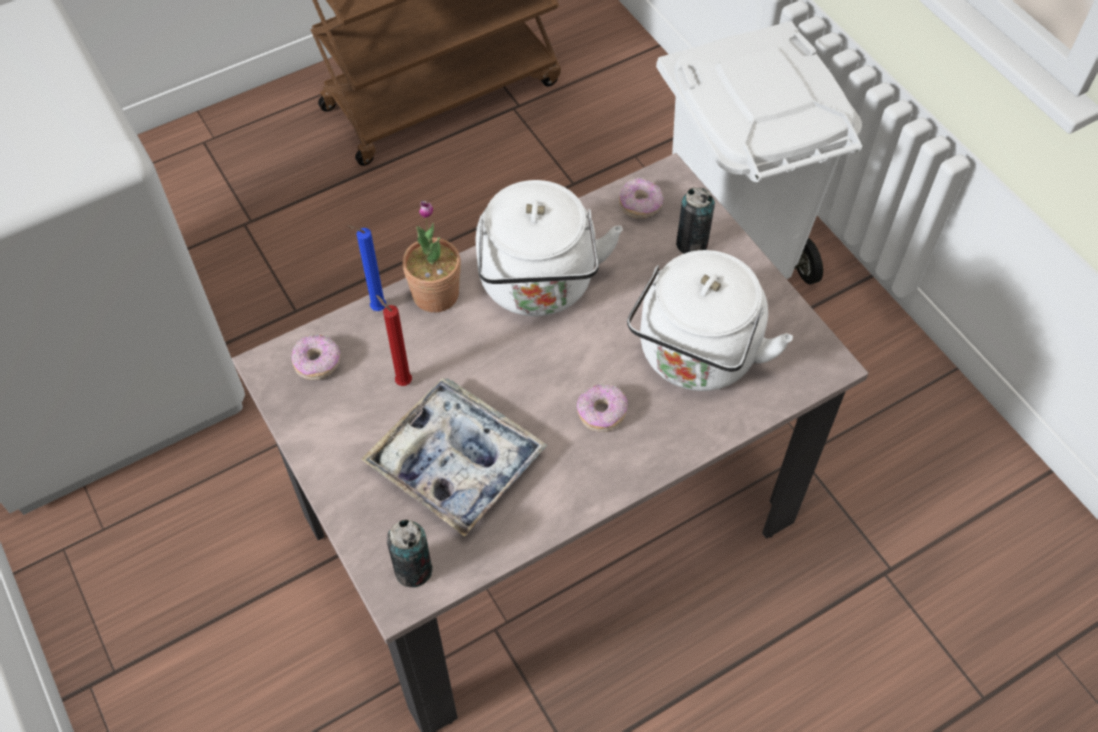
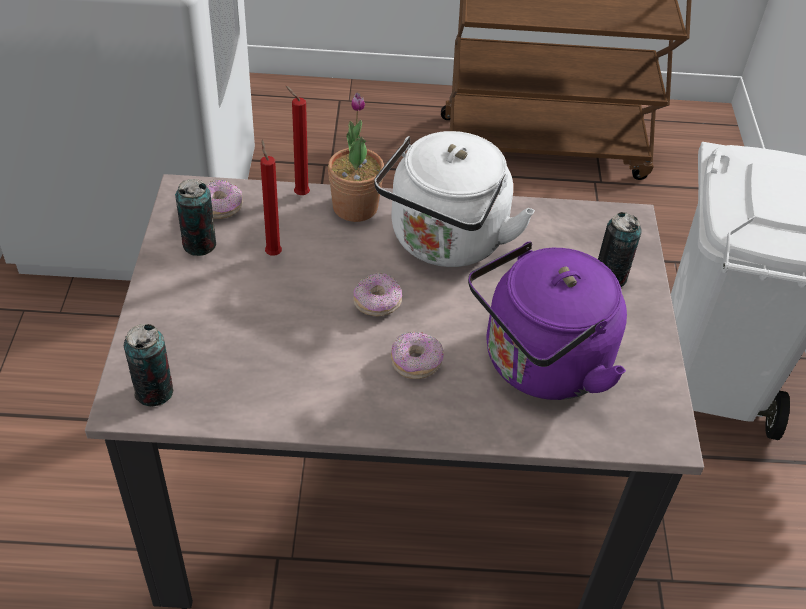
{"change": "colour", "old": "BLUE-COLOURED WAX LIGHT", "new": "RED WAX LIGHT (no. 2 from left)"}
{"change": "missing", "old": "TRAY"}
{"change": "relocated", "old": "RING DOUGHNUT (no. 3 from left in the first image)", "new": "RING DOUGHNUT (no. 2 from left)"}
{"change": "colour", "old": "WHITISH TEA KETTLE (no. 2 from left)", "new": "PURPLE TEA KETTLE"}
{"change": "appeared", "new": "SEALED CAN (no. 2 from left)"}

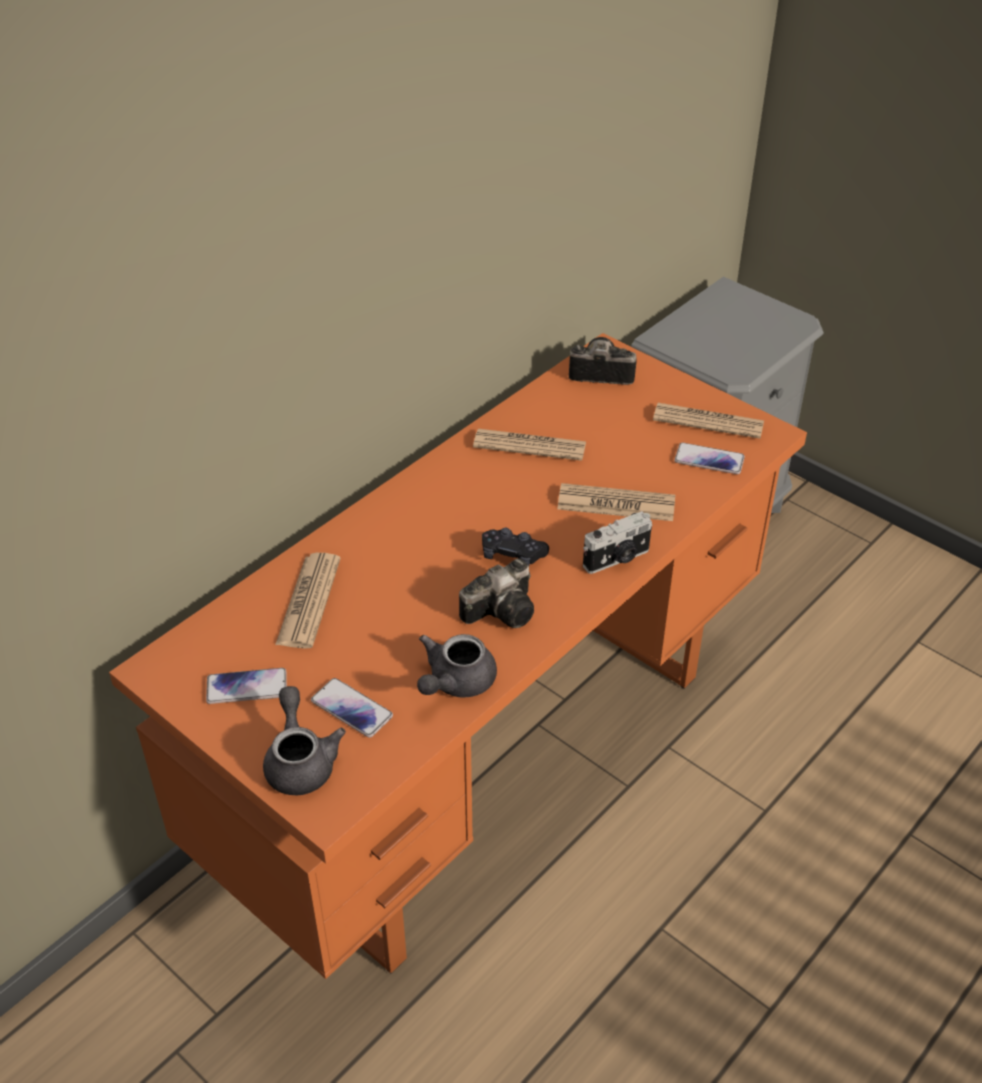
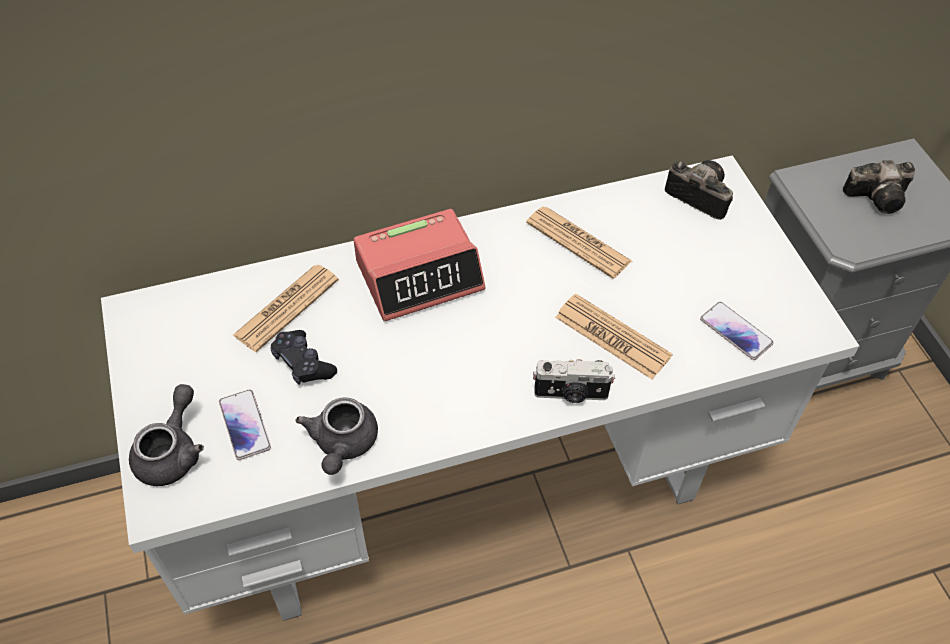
{"change": "colour", "old": "ORANGEY DESK UNIT", "new": "WHITISH DESK UNIT"}
{"change": "missing", "old": "PHONE (no. 1 from left)"}
{"change": "spun", "old": "GRAY TEAPOT (no. 2 from left)", "degrees": -60}
{"change": "relocated", "old": "PHOTO CAMERA (no. 1 from left in the first image)", "new": "PHOTO CAMERA (no. 3 from left)"}
{"change": "relocated", "old": "BLACK GAMEPAD"}
{"change": "missing", "old": "PRINTED PAPER (no. 4 from left)"}
{"change": "appeared", "new": "TABLE CLOCK"}

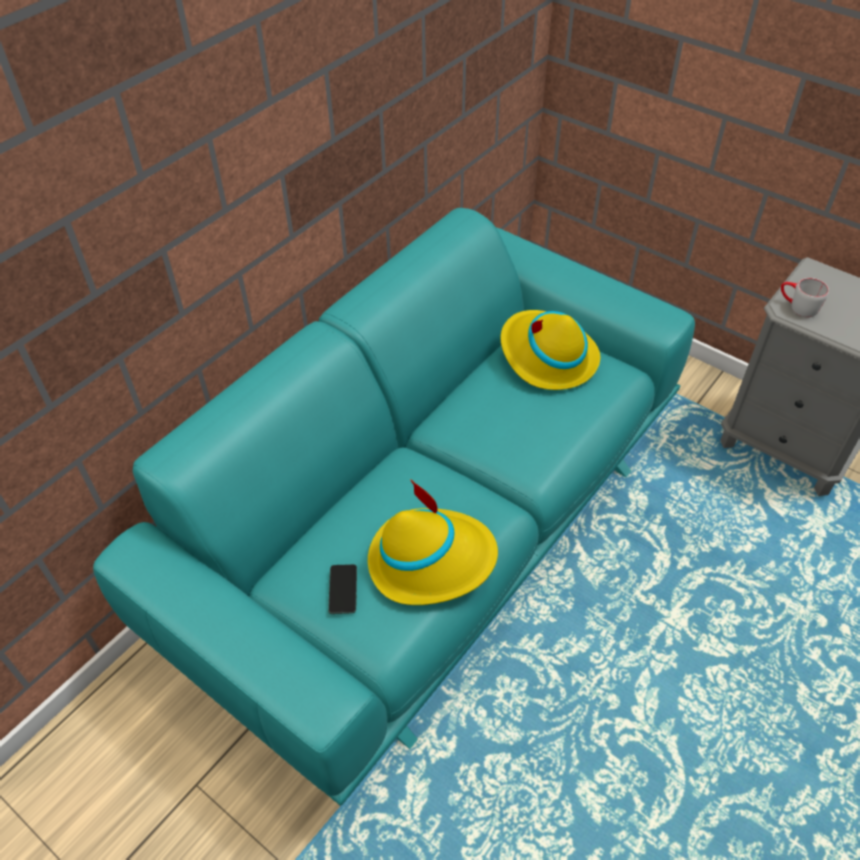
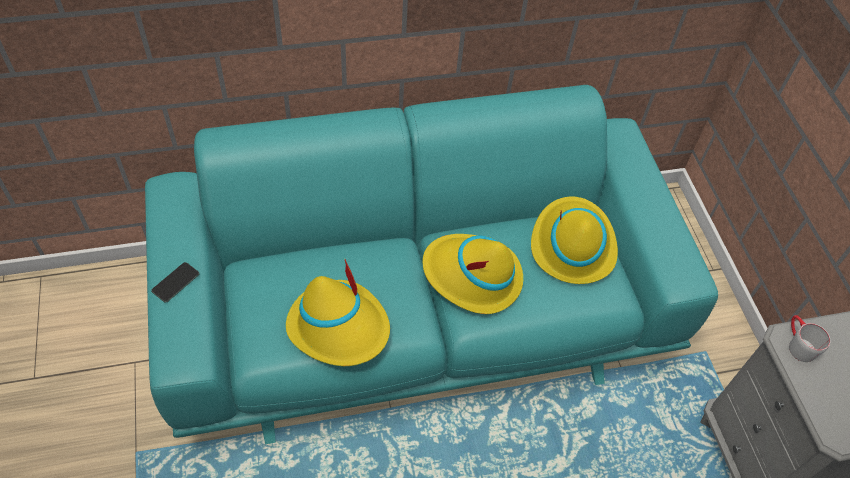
{"change": "relocated", "old": "PHONE"}
{"change": "appeared", "new": "YELLOW-COLOURED CLOTHING HAT (no. 2 from left)"}

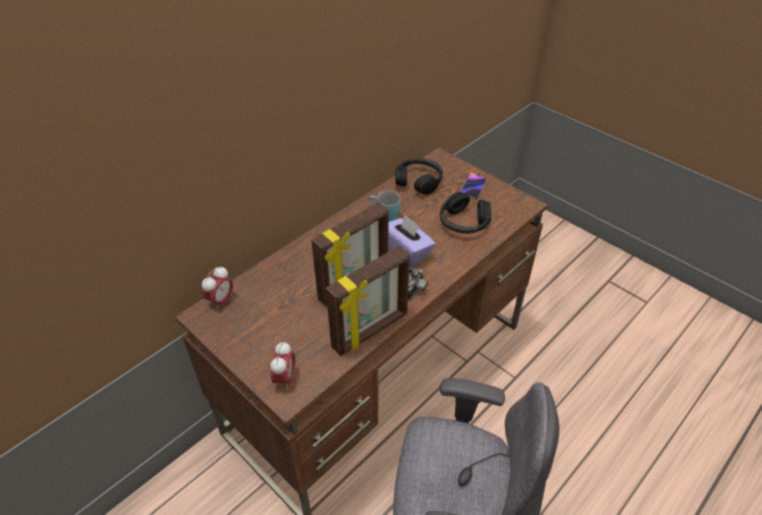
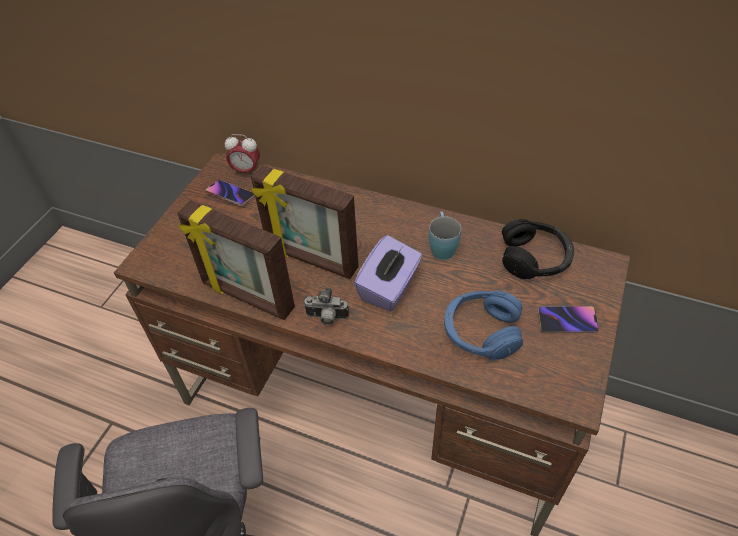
{"change": "missing", "old": "TABLE CLOCK (no. 2 from left)"}
{"change": "colour", "old": "BLACK PAIR OF HEADPHONES (no. 2 from left)", "new": "BLUE-COLOURED PAIR OF HEADPHONES"}
{"change": "appeared", "new": "PHONE (no. 1 from left)"}

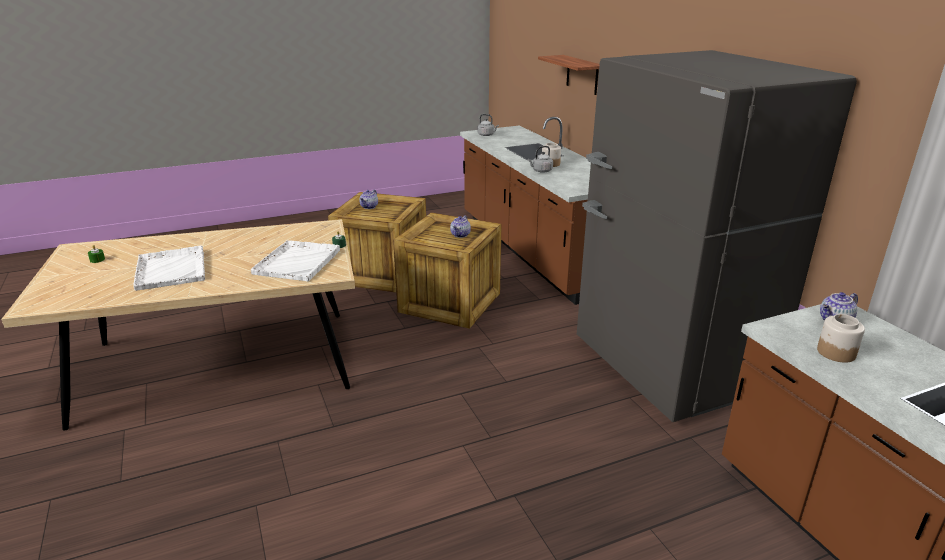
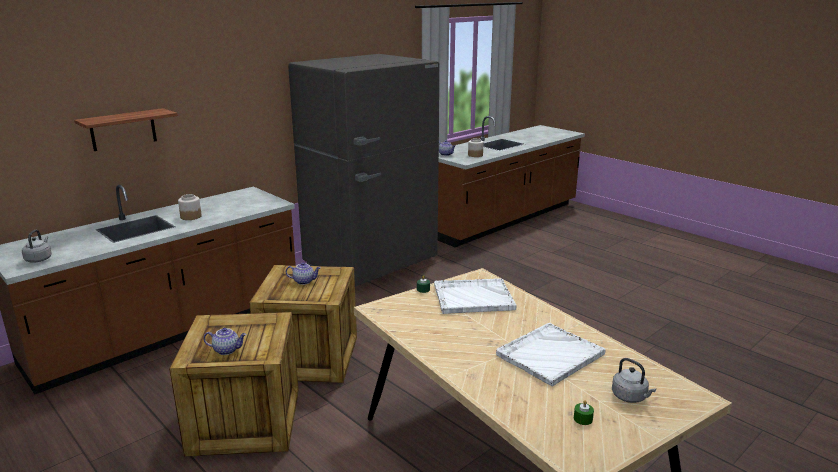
{"change": "relocated", "old": "GRAY TEA KETTLE (no. 2 from left)"}

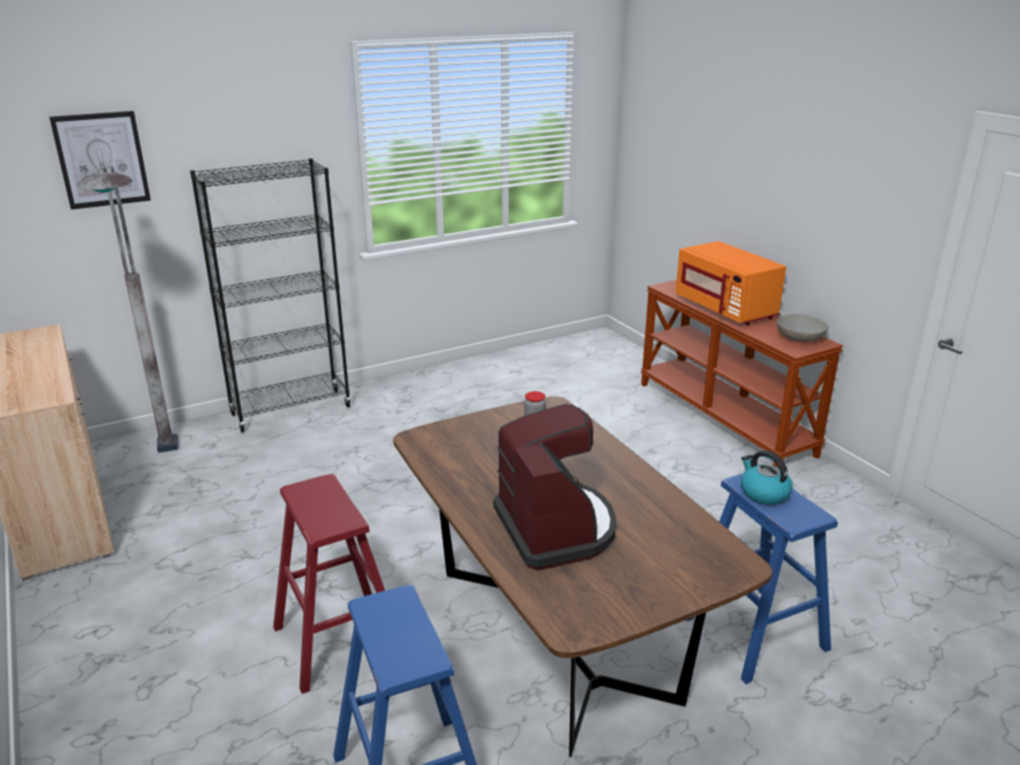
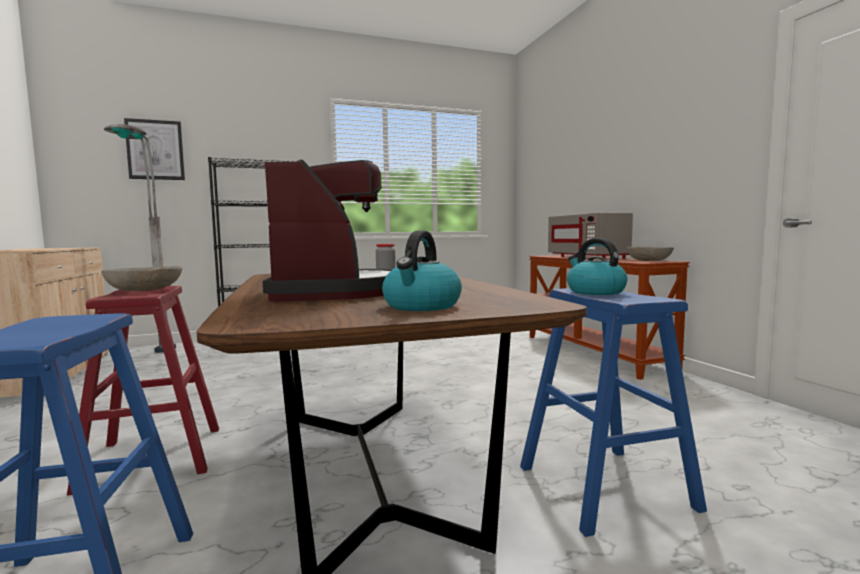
{"change": "colour", "old": "ORANGEY MICROWAVE", "new": "GRAY MICROWAVE"}
{"change": "appeared", "new": "GRAY DEEP DISH (no. 1 from left)"}
{"change": "appeared", "new": "TEA KETTLE (no. 1 from left)"}

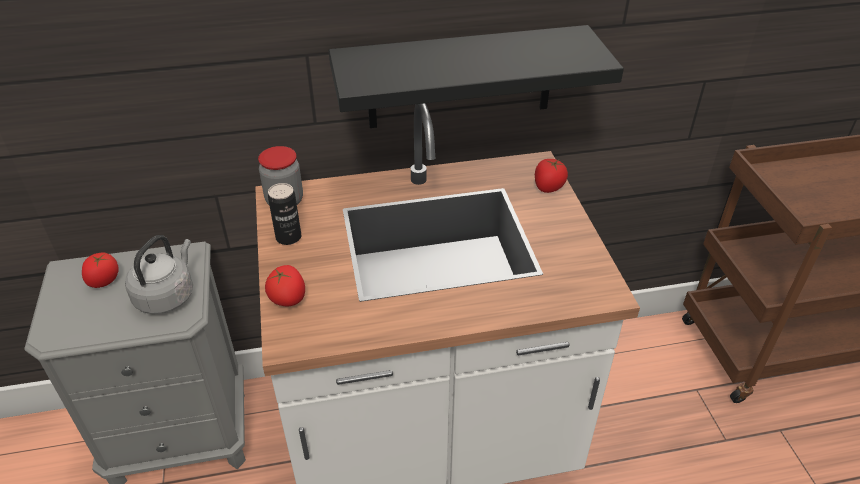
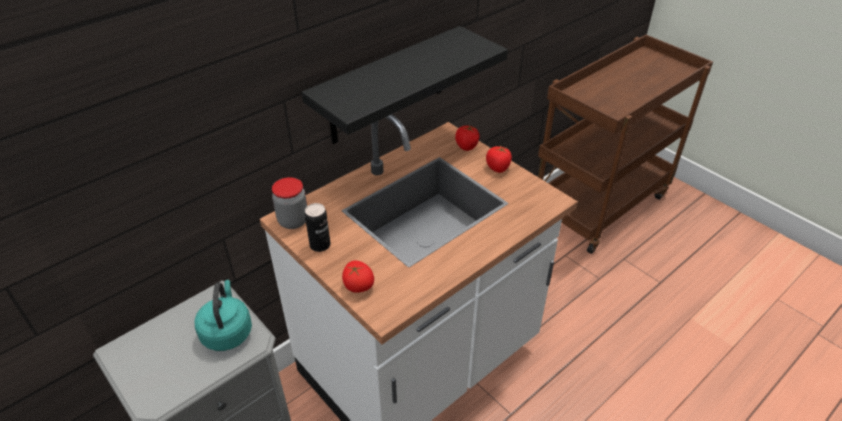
{"change": "relocated", "old": "WHOLE TOMATO (no. 1 from left in the first image)", "new": "WHOLE TOMATO (no. 3 from left)"}
{"change": "colour", "old": "GRAY TEA KETTLE", "new": "TURQUOISE TEA KETTLE"}

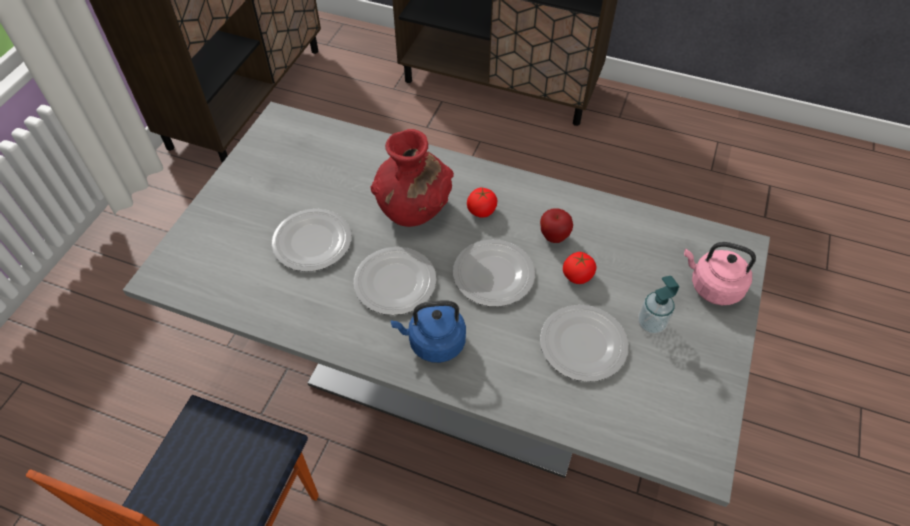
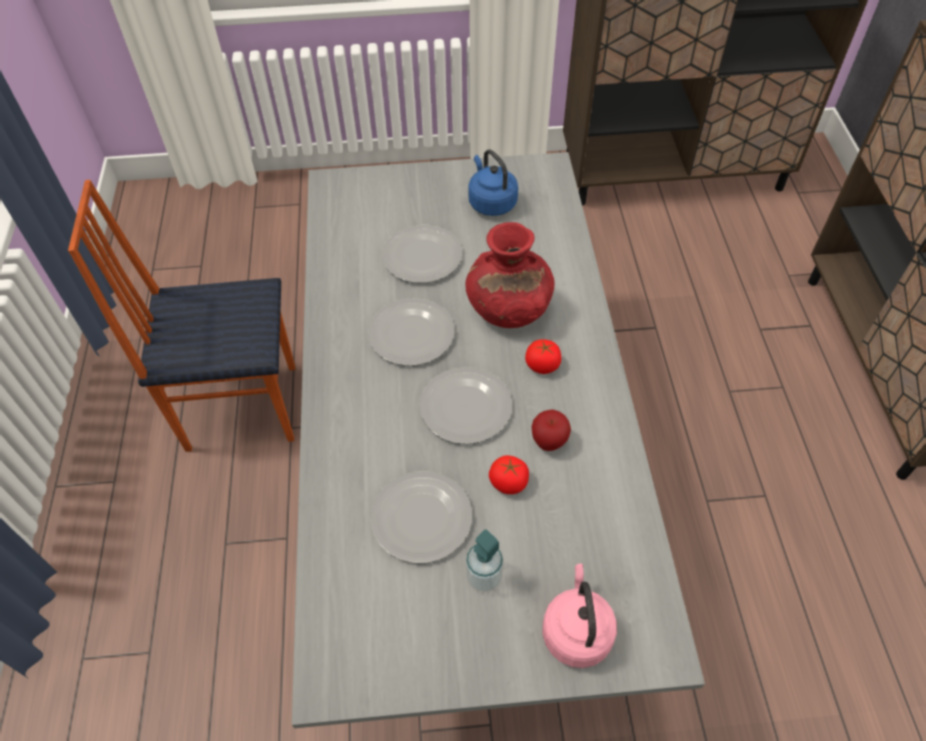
{"change": "relocated", "old": "BLUE-COLOURED TEA KETTLE"}

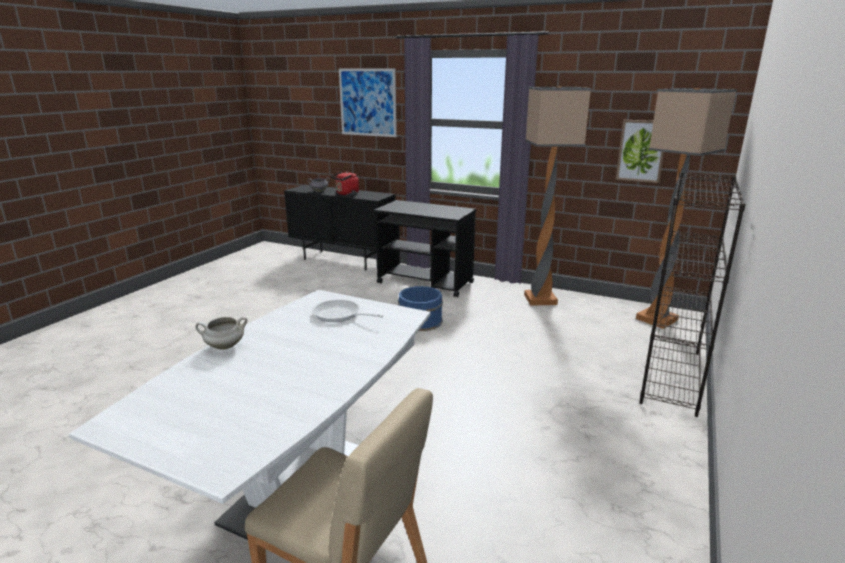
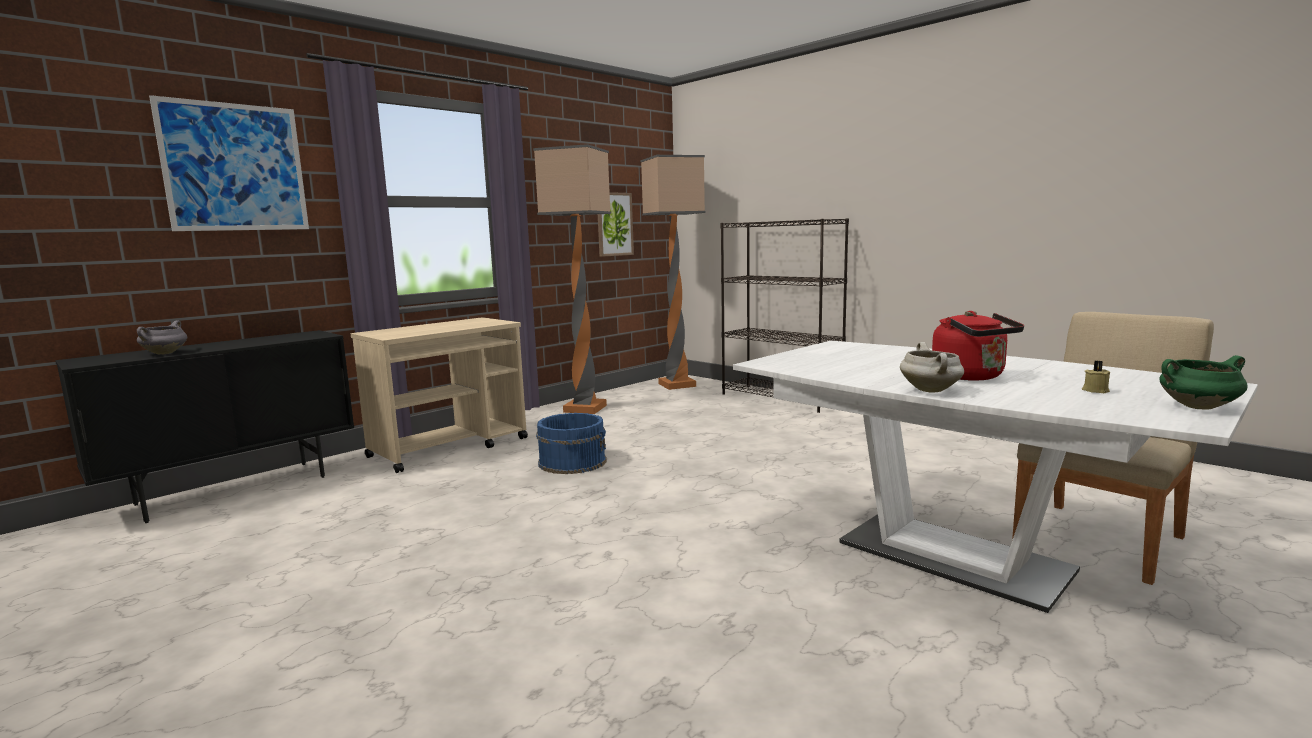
{"change": "missing", "old": "FRYING PAN"}
{"change": "relocated", "old": "RED TEA KETTLE"}
{"change": "colour", "old": "BLACK TROLLEY", "new": "SAND-COLOURED TROLLEY"}
{"change": "appeared", "new": "SAND-COLOURED WAX LIGHT"}
{"change": "appeared", "new": "GREEN SAUCEPOT"}

